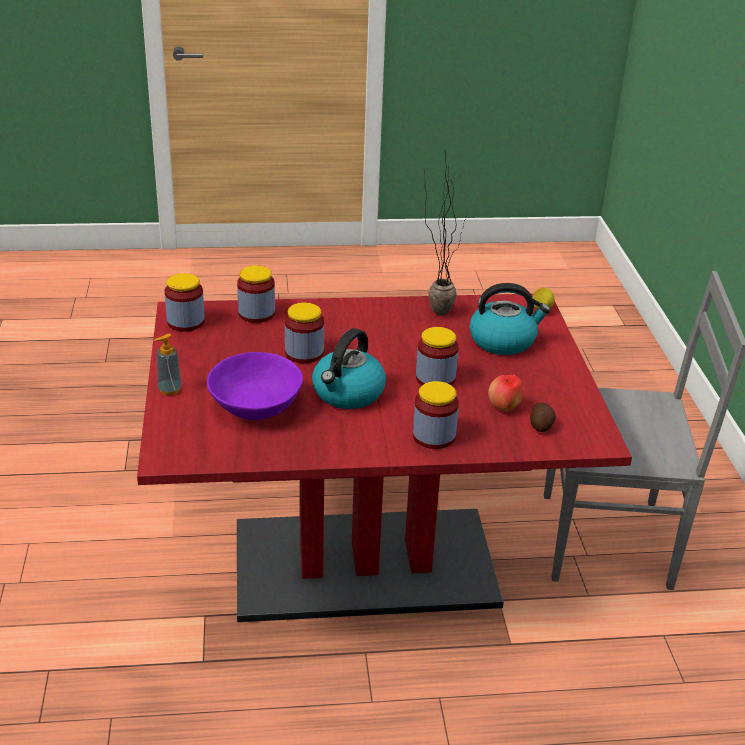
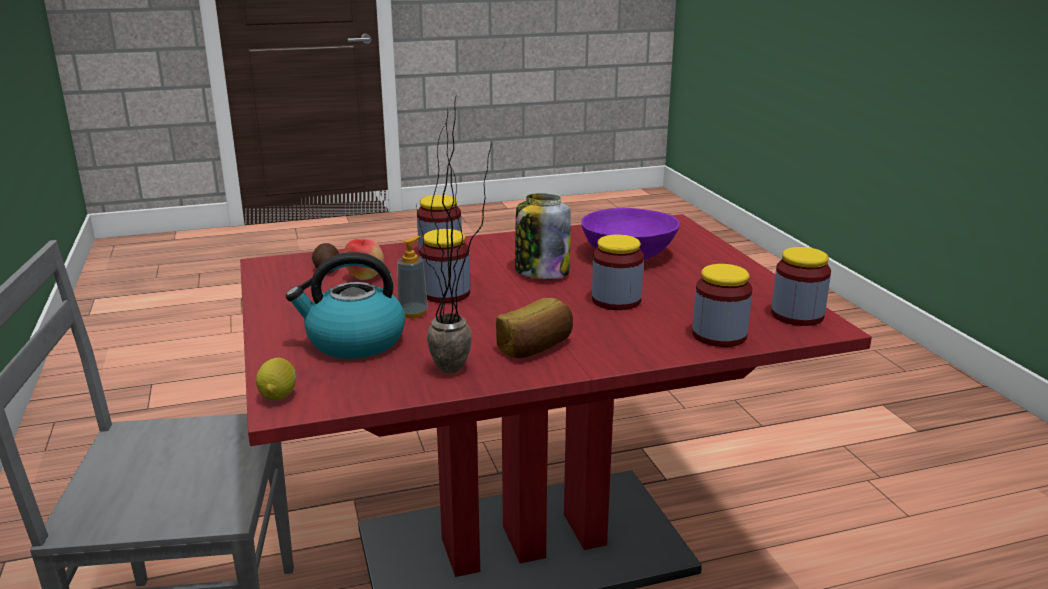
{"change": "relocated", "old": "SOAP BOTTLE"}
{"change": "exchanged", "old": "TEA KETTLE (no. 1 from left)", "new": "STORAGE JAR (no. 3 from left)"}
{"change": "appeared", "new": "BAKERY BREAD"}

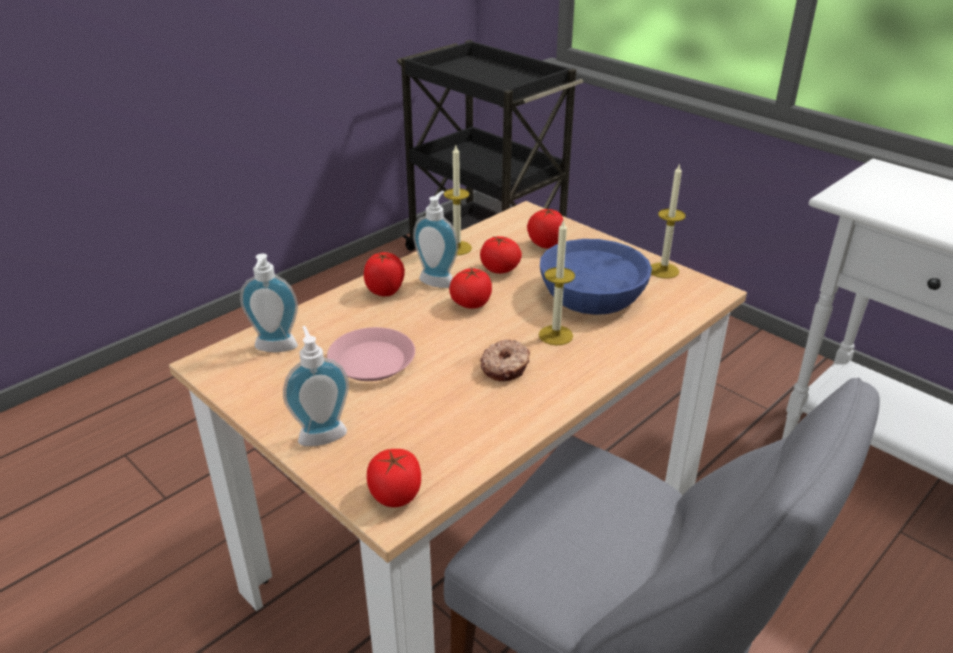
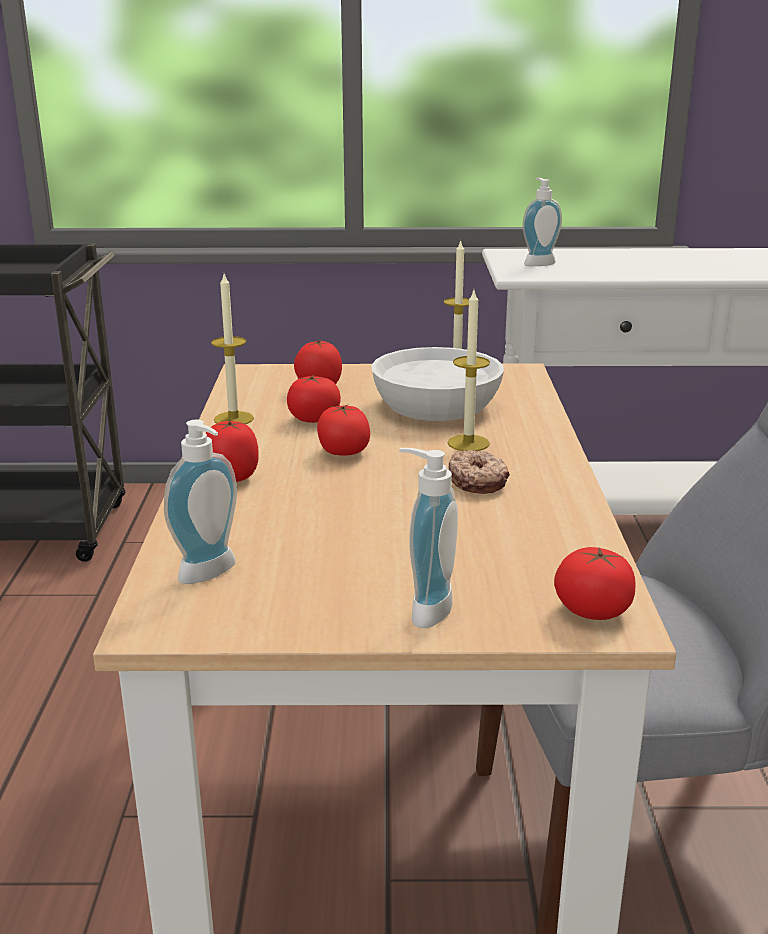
{"change": "missing", "old": "PINK-COLOURED DINNER PLATE"}
{"change": "relocated", "old": "SOAP BOTTLE (no. 3 from left)"}
{"change": "colour", "old": "BLUE-COLOURED DEEP DISH", "new": "WHITISH DEEP DISH"}

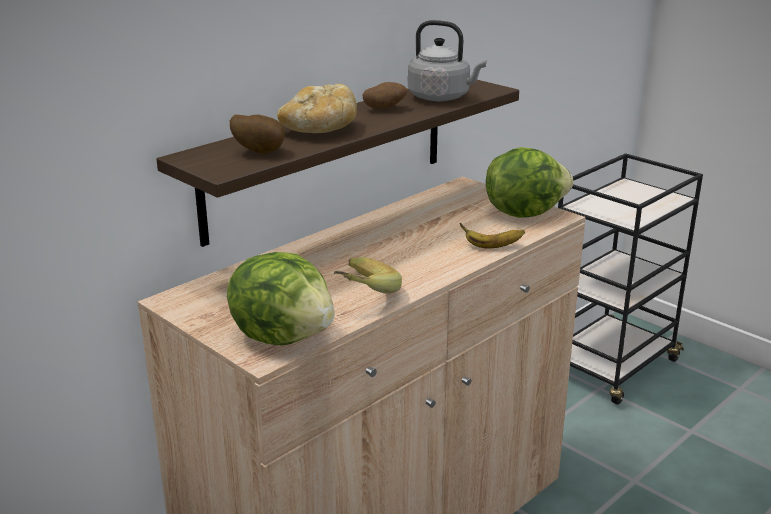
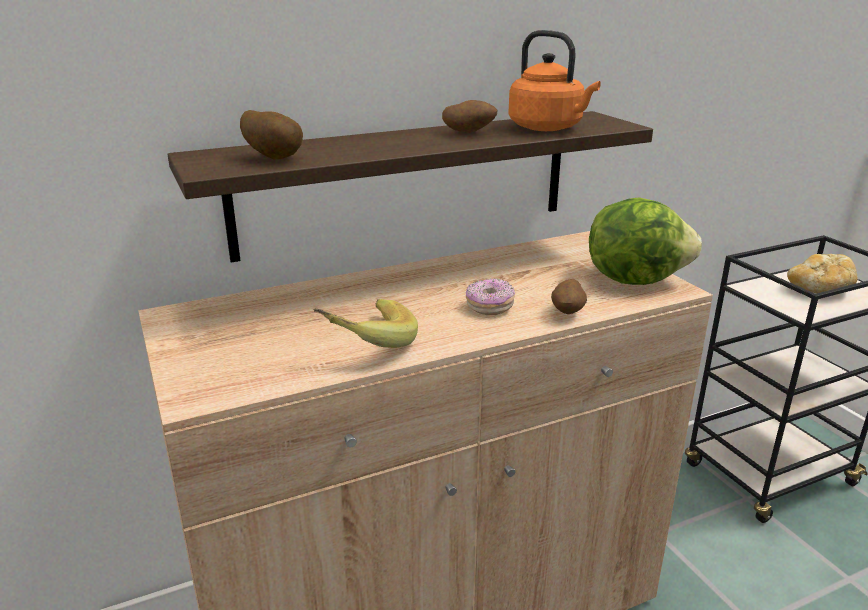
{"change": "missing", "old": "LETTUCE HEAD (no. 1 from left)"}
{"change": "relocated", "old": "BAKERY BREAD"}
{"change": "colour", "old": "GRAY TEA KETTLE", "new": "ORANGEY TEA KETTLE"}
{"change": "exchanged", "old": "BANANA (no. 2 from left)", "new": "SPUD (no. 3 from left)"}
{"change": "appeared", "new": "RING DOUGHNUT"}

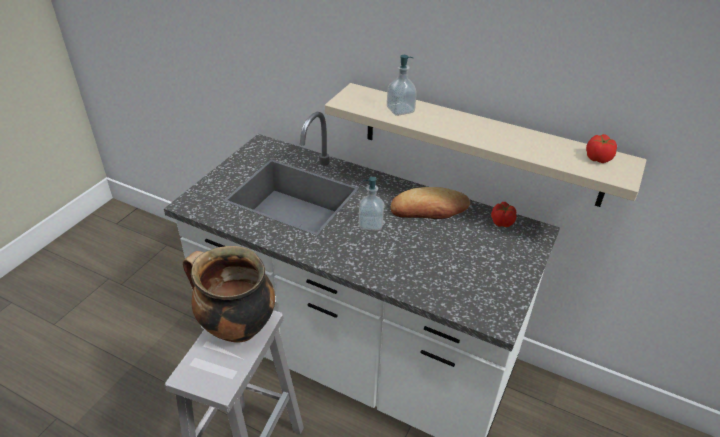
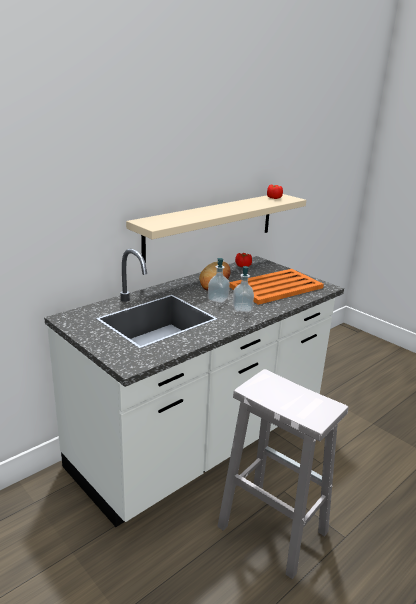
{"change": "missing", "old": "SAUCEPOT"}
{"change": "relocated", "old": "SOAP BOTTLE (no. 2 from left)"}
{"change": "appeared", "new": "ORANGEY TRAY"}

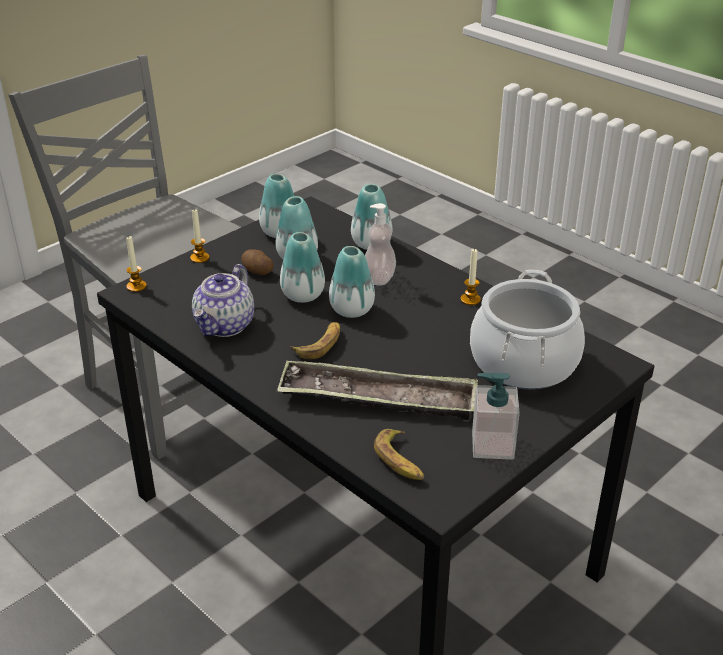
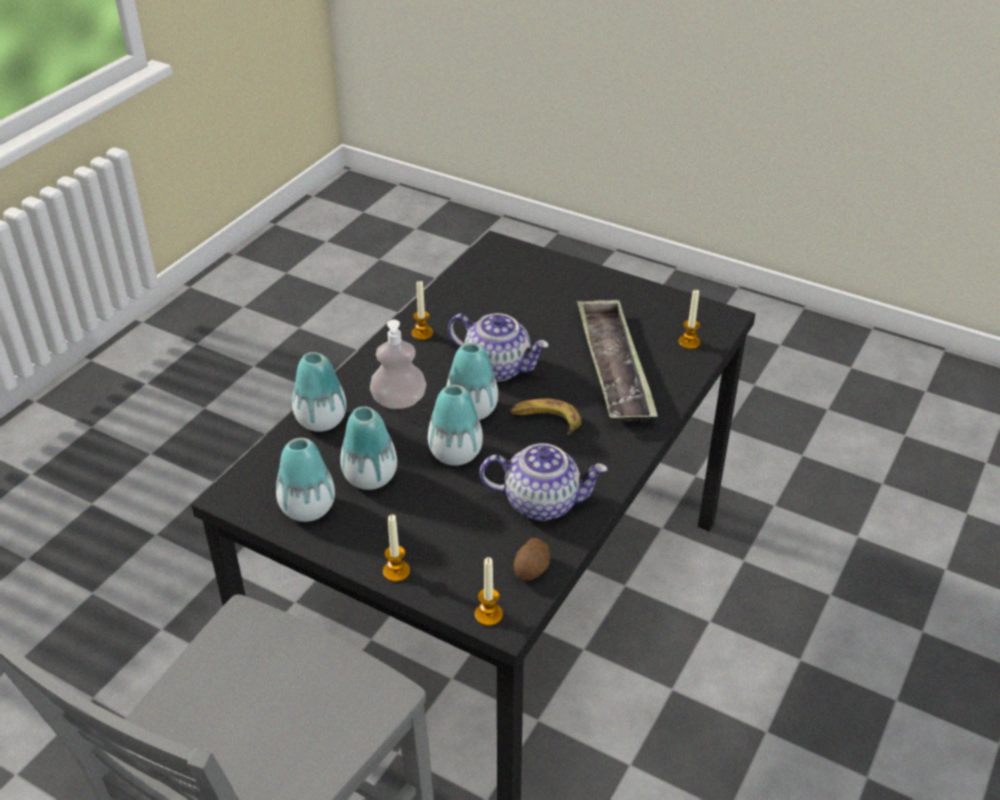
{"change": "relocated", "old": "SPUD"}
{"change": "exchanged", "old": "BANANA (no. 2 from left)", "new": "WAX LIGHT (no. 4 from left)"}
{"change": "missing", "old": "SAUCEPOT"}
{"change": "missing", "old": "SOAP BOTTLE (no. 2 from left)"}
{"change": "appeared", "new": "TEAPOT (no. 1 from left)"}

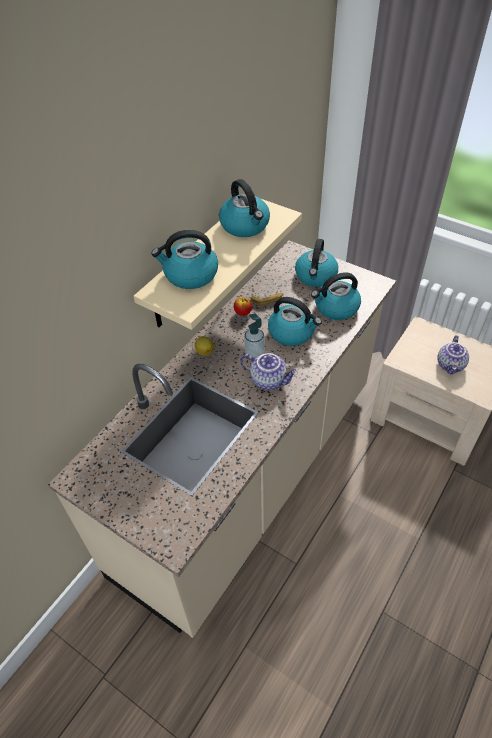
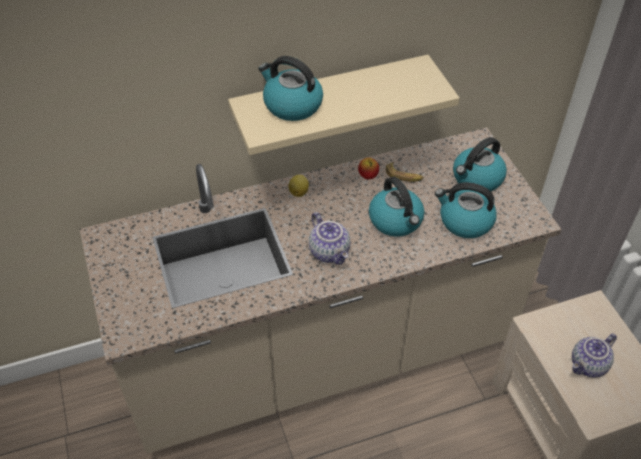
{"change": "missing", "old": "TEA KETTLE (no. 2 from left)"}
{"change": "missing", "old": "SOAP BOTTLE"}

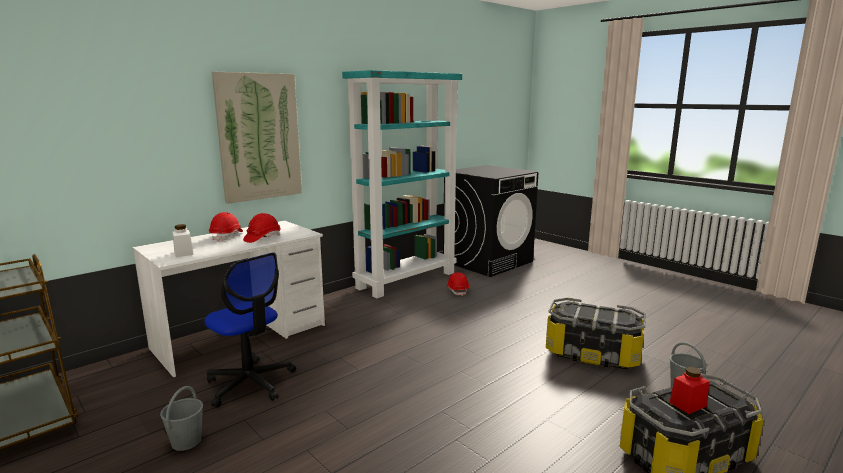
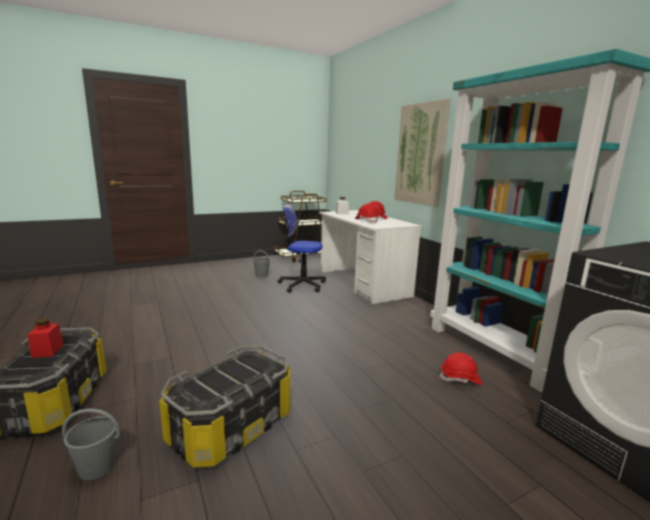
{"change": "spun", "old": "DESK CHAIR", "degrees": 45}

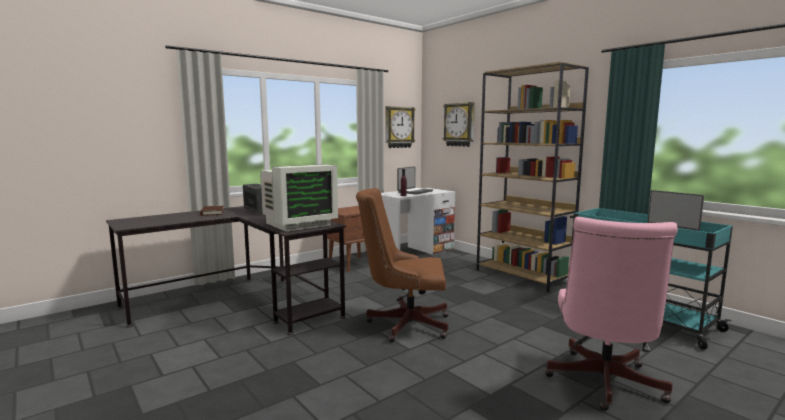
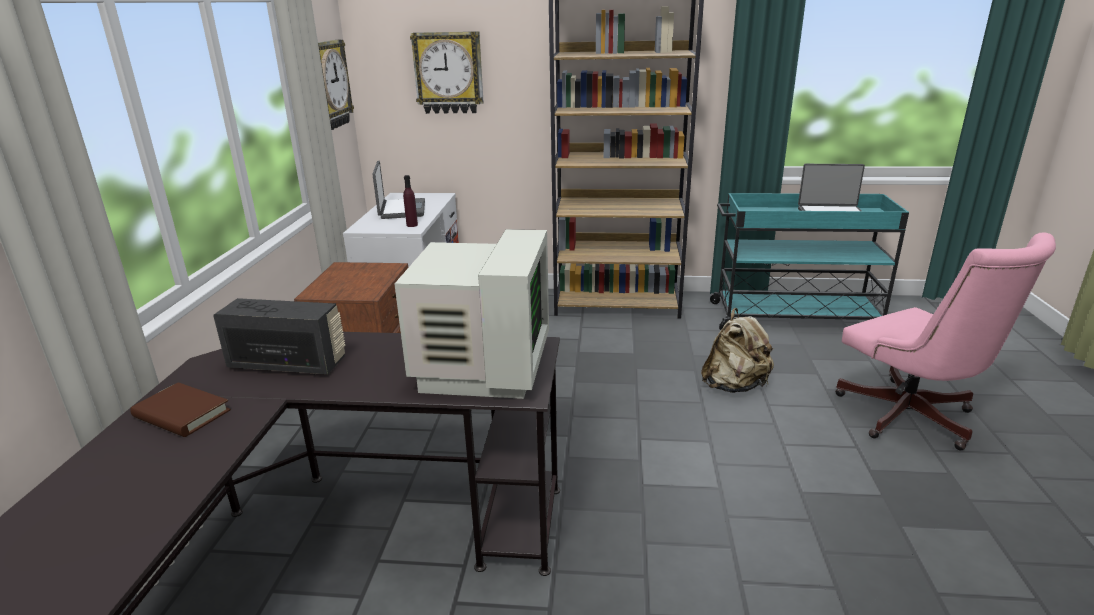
{"change": "missing", "old": "BROWN-COLOURED DESK CHAIR"}
{"change": "appeared", "new": "SAND-COLOURED KNAPSACK"}

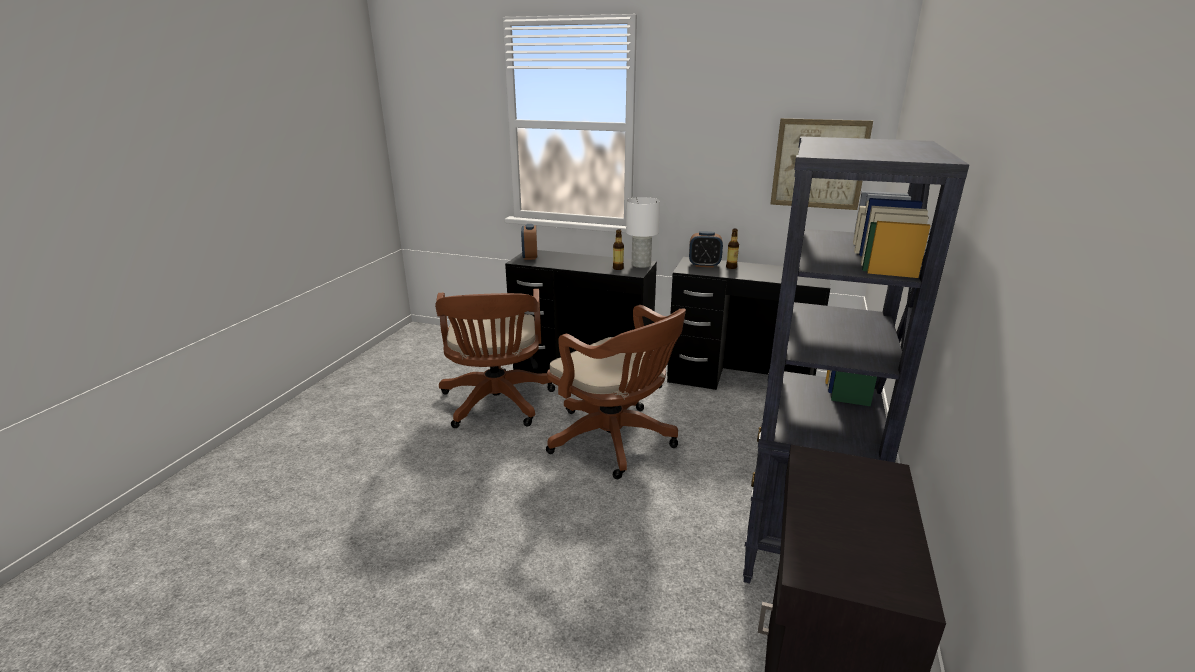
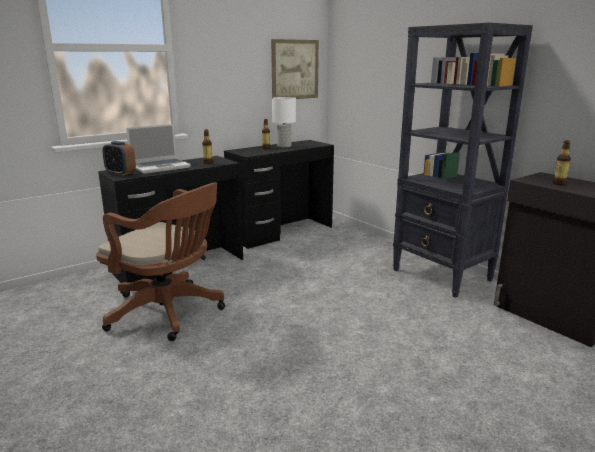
{"change": "missing", "old": "BROWN-COLOURED DESK CHAIR (no. 2 from left)"}
{"change": "relocated", "old": "WHITISH TABLETOP LAMP"}
{"change": "missing", "old": "TABLE CLOCK (no. 2 from left)"}
{"change": "appeared", "new": "PORTABLE COMPUTER"}
{"change": "appeared", "new": "DRINK BOTTLE (no. 3 from left)"}

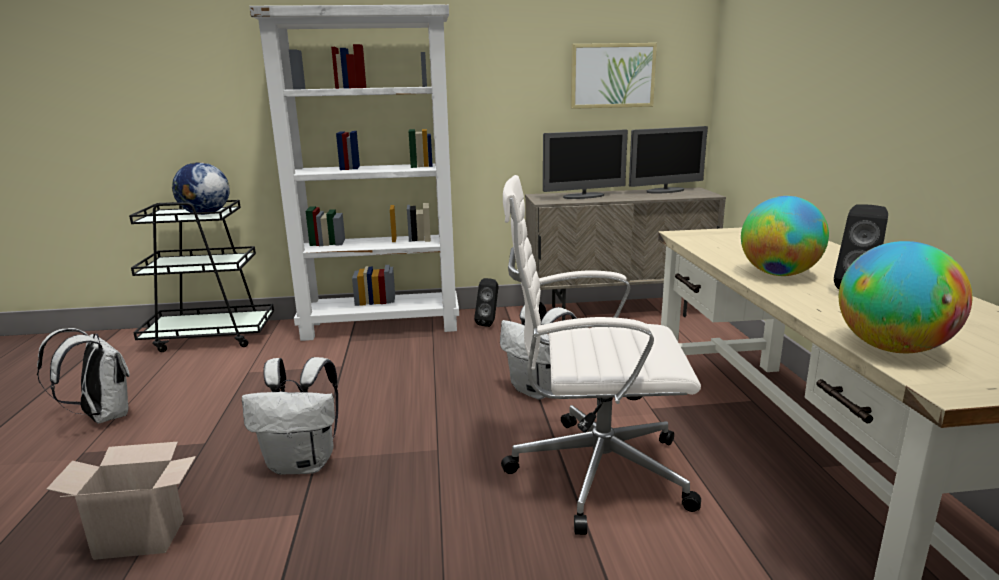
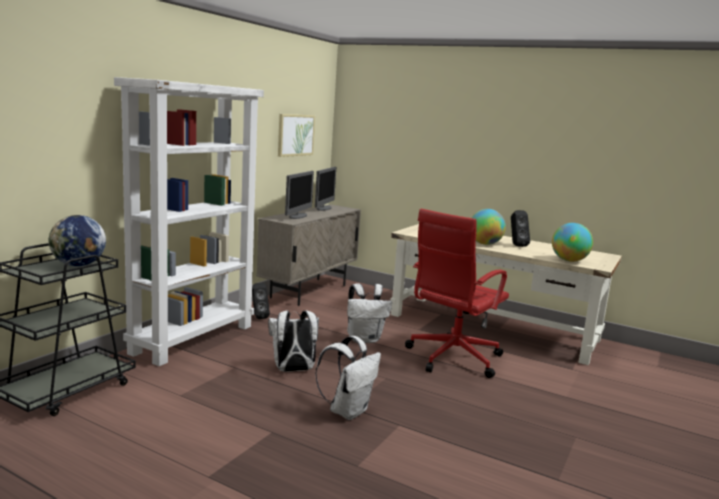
{"change": "relocated", "old": "WHITISH KNAPSACK (no. 1 from left)"}
{"change": "missing", "old": "CARTON"}
{"change": "colour", "old": "WHITISH DESK CHAIR", "new": "RED DESK CHAIR"}

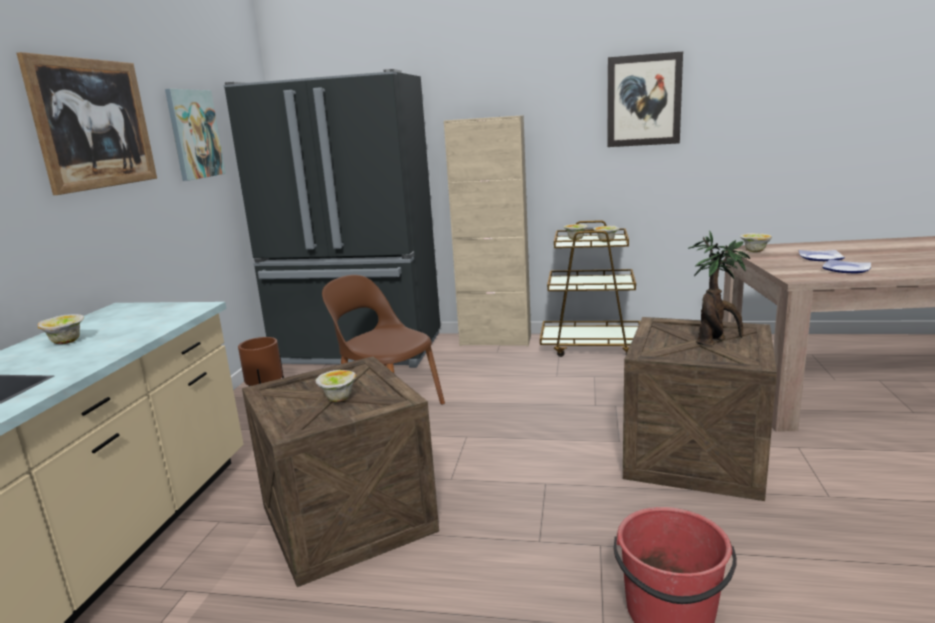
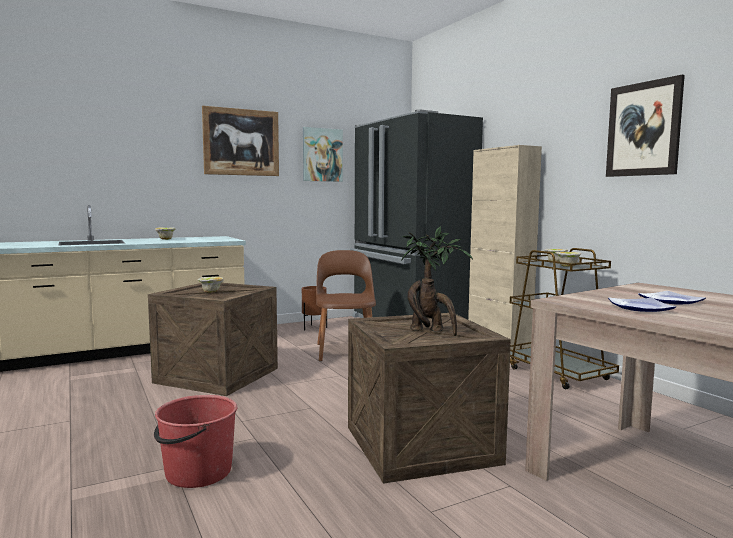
{"change": "missing", "old": "DEEP DISH (no. 5 from left)"}

